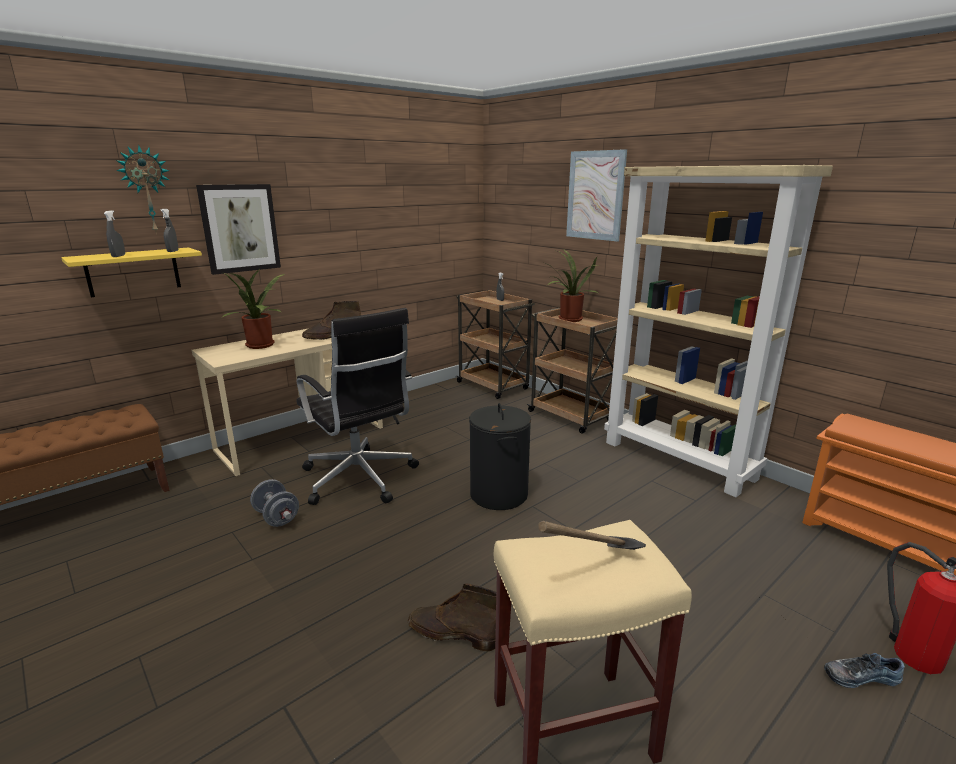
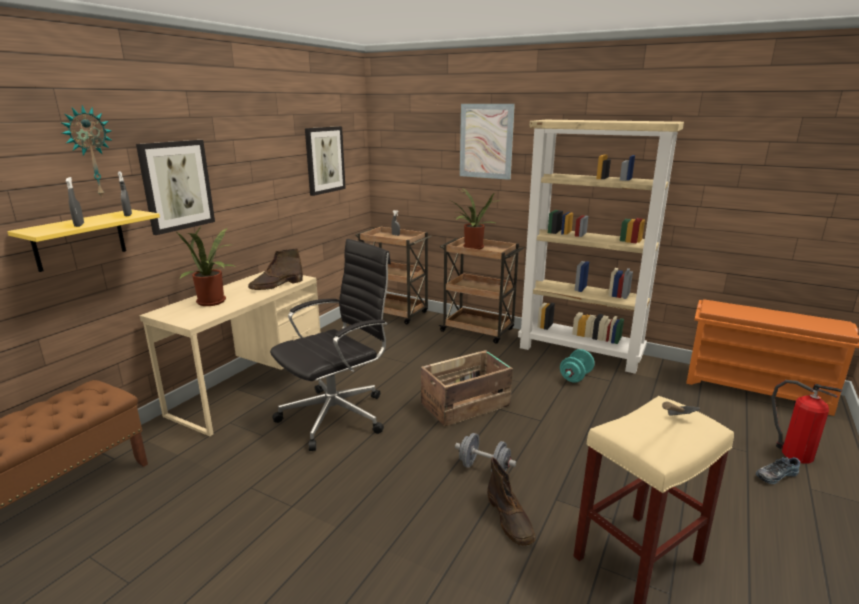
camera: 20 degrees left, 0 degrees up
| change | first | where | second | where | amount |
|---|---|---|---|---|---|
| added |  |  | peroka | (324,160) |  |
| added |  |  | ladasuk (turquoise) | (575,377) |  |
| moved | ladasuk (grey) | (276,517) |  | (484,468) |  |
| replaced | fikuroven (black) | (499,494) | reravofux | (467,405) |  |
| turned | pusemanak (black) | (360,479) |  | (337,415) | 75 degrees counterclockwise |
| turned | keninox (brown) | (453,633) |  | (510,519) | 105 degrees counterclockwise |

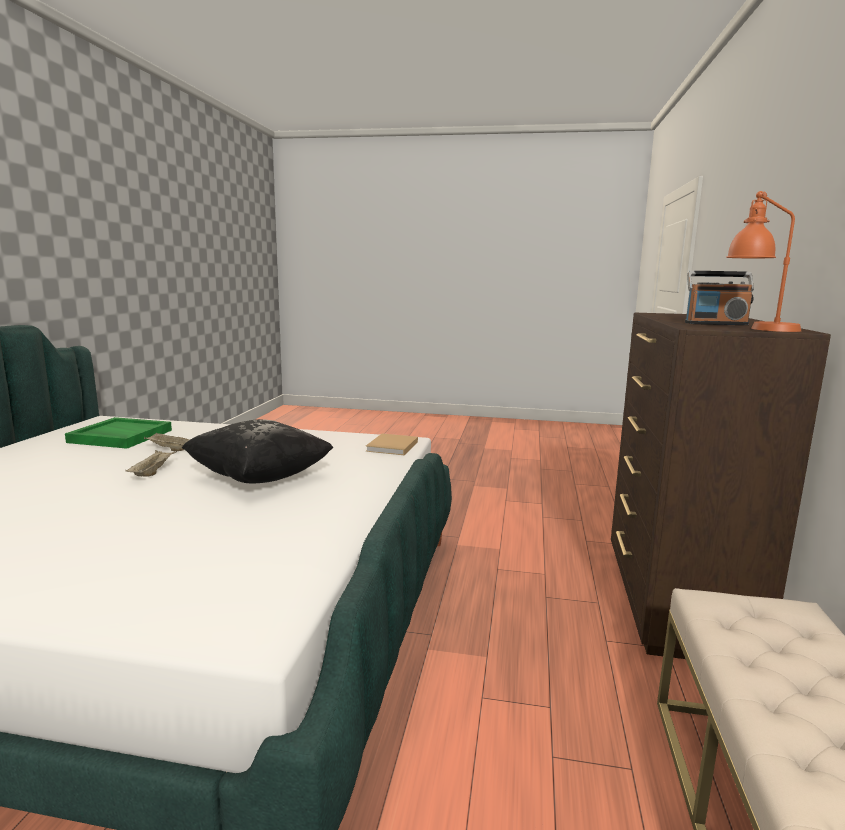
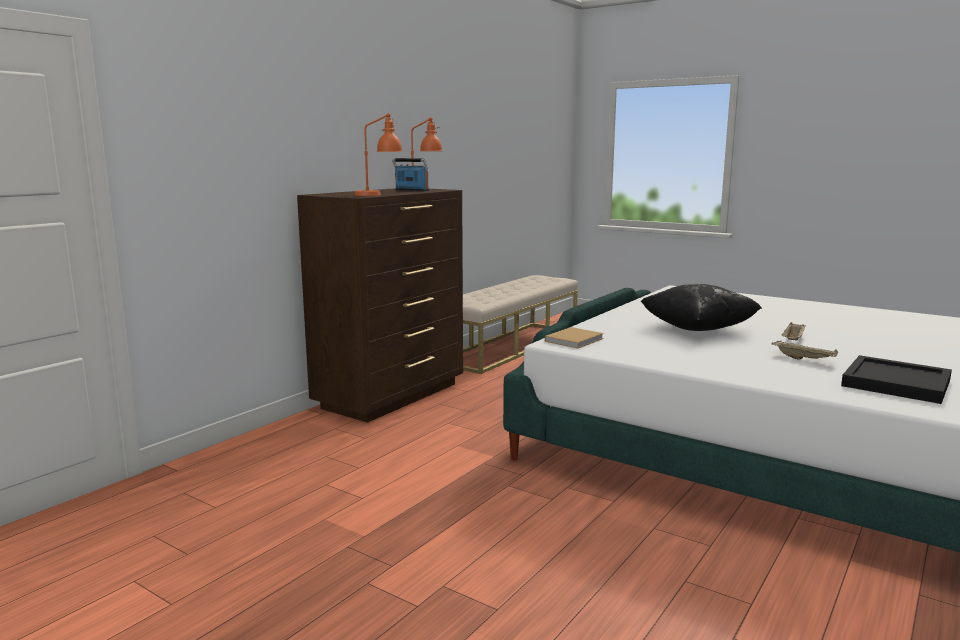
camera: 155 degrees left, 0 degrees up
| change | first | where | second | where | amount |
|---|---|---|---|---|---|
| added |  |  | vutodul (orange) | (379,194) |  |
| recoloured | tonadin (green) | (120,436) | tonadin (black) | (897,383) |  |

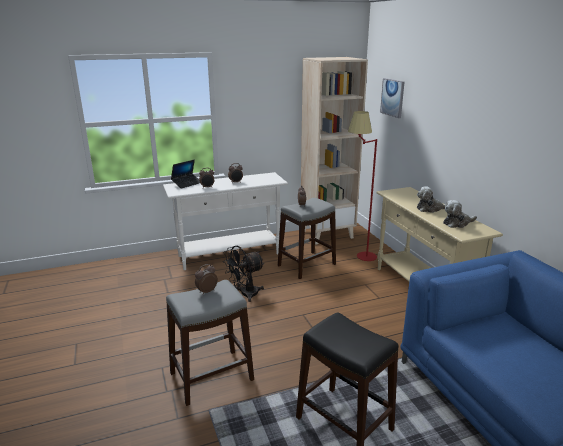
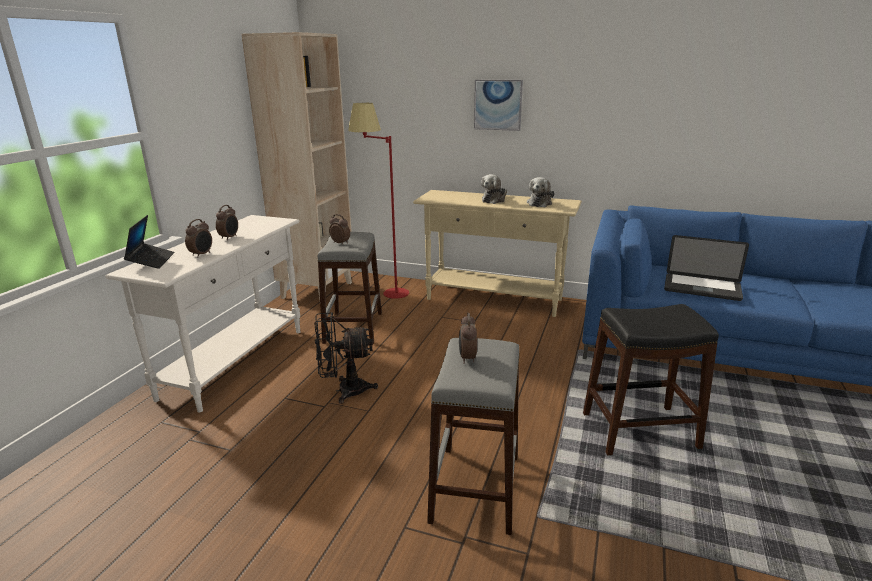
camera: 50 degrees left, 0 degrees up
| change | first | where | second | where | amount |
|---|---|---|---|---|---|
| added |  |  | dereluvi | (702,288) |  |
| moved | peroka | (392,97) |  | (498,105) |  |
| turned | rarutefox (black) | (245,294) |  | (344,390) | 75 degrees clockwise |

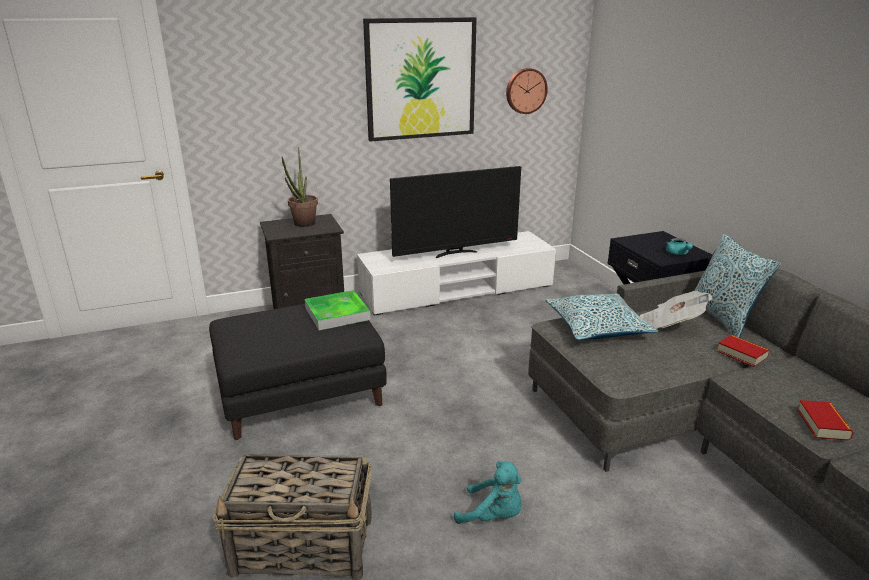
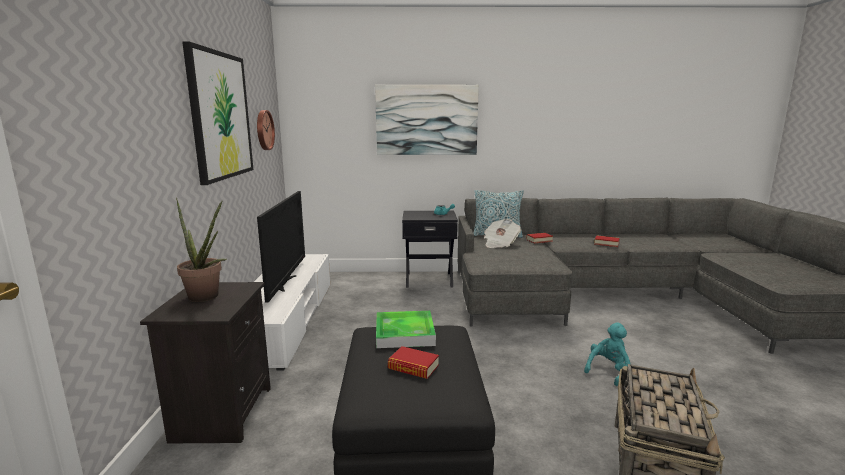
camera: 70 degrees left, 10 degrees down
| change | first | where | second | where | amount |
|---|---|---|---|---|---|
| removed | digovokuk | (597,327) |  |  |  |
| added |  |  | peroka | (426,120) |  |
| added |  |  | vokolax | (413,367) |  |

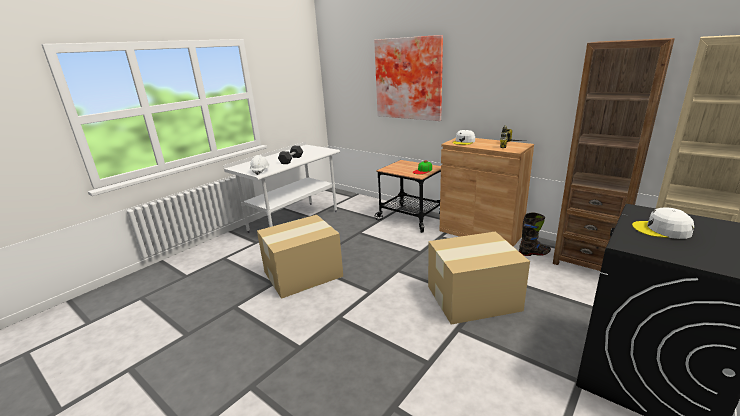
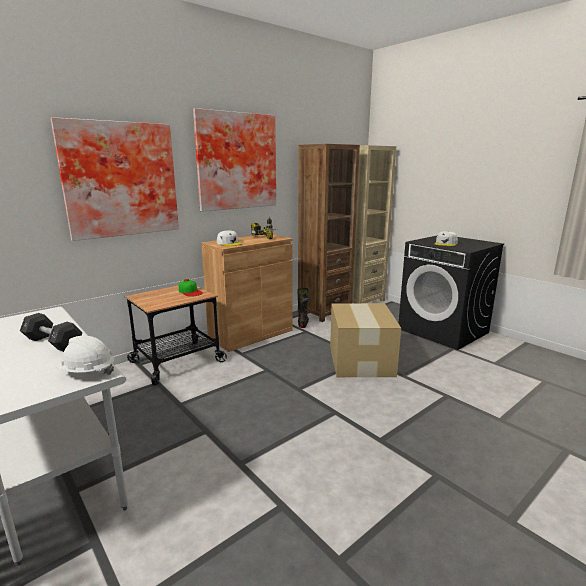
camera: 80 degrees left, 5 degrees down
| change | first | where | second | where | amount |
|---|---|---|---|---|---|
| removed | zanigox | (302,274) |  |  |  |
| added |  |  | peroka | (236,161) |  |

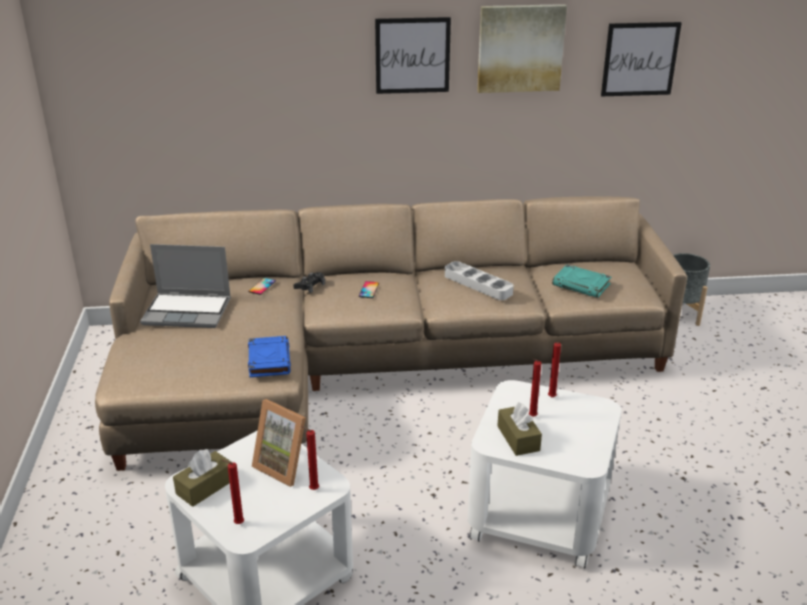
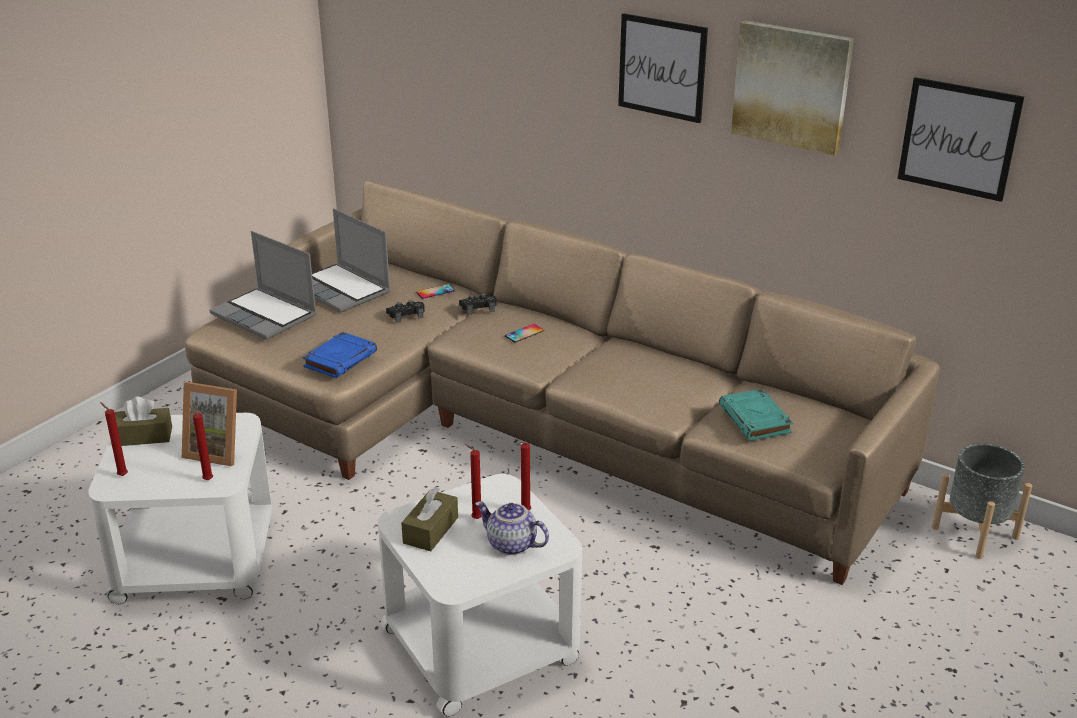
camera: 40 degrees right, 0 degrees up
| change | first | where | second | where | amount |
|---|---|---|---|---|---|
| removed | tonadin (grey) | (478,284) |  |  |  |
| added |  |  | dereluvi | (266,315) |  |
| added |  |  | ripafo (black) | (406,315) |  |
| added |  |  | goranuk | (510,545) |  |
| turned | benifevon | (285,466) |  | (217,450) | 60 degrees counterclockwise |

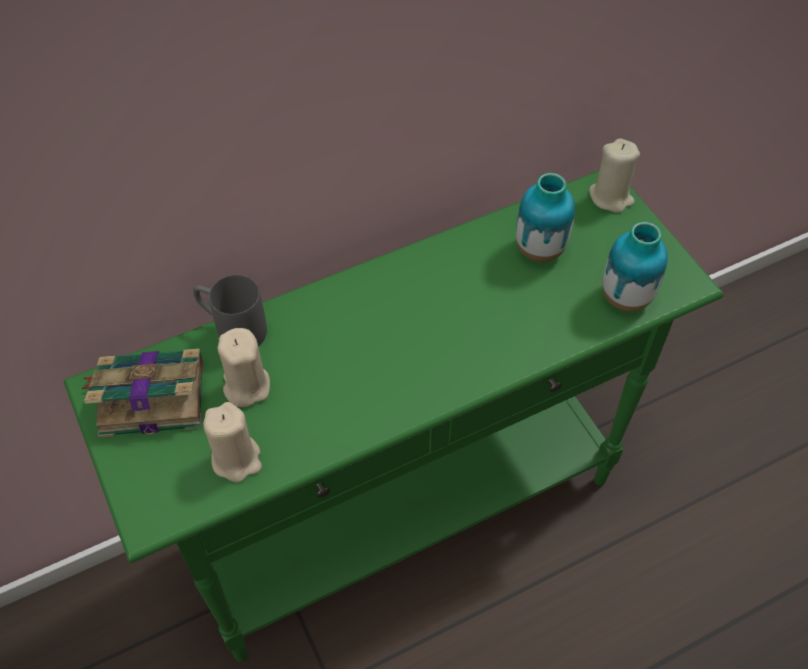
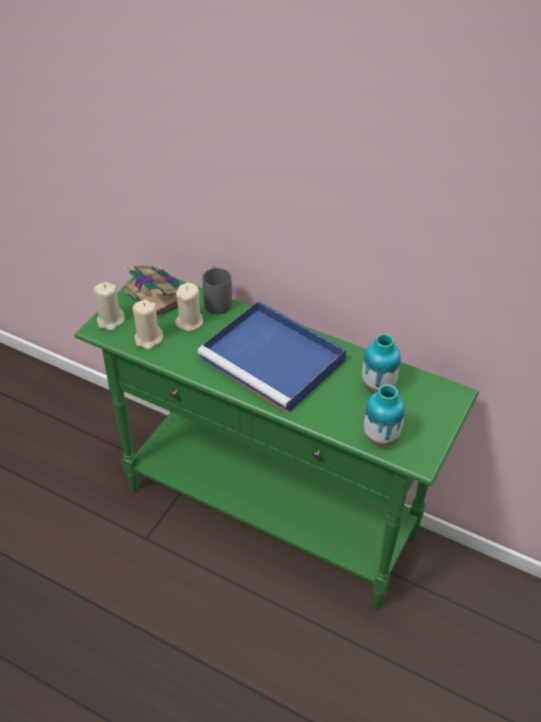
camera: 55 degrees right, 10 degrees down
| change | first | where | second | where | amount |
|---|---|---|---|---|---|
| added |  |  | tonadin (blue) | (275,360) |  |
| moved | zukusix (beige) | (611,197) |  | (110,321) |  |

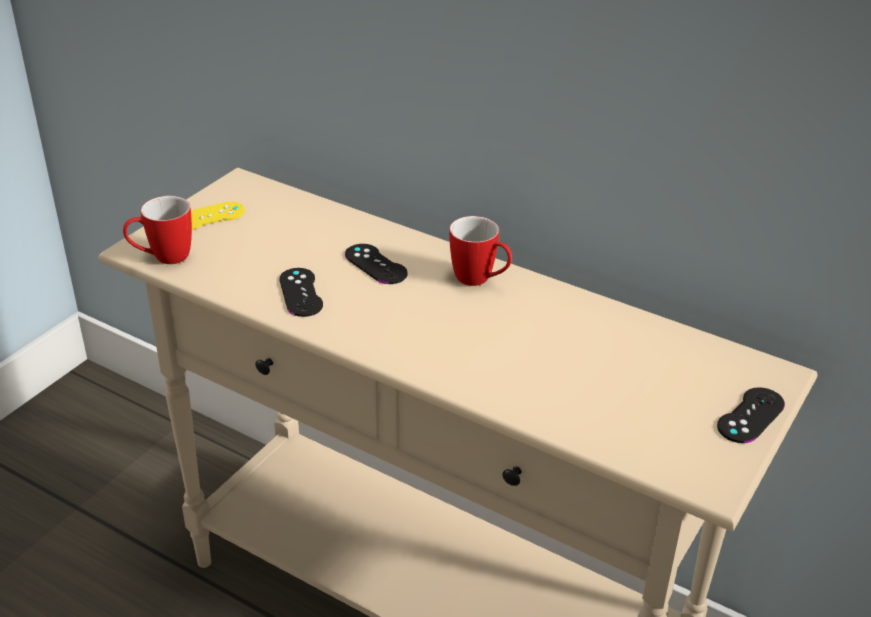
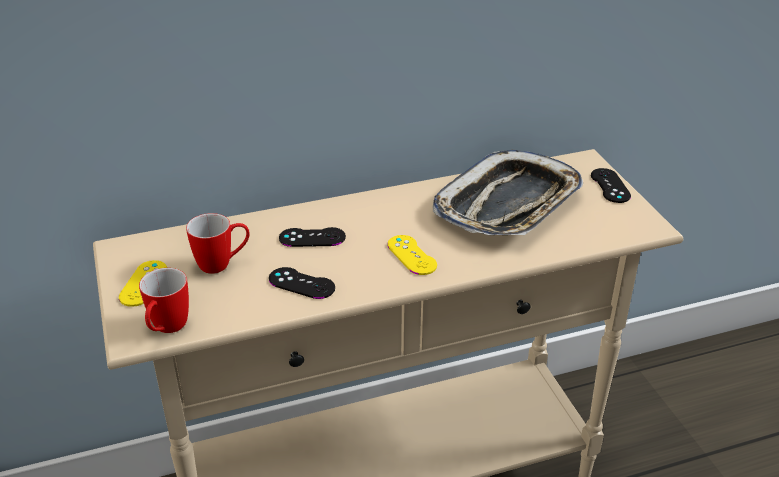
camera: 50 degrees left, 0 degrees up
| change | first | where | second | where | amount |
|---|---|---|---|---|---|
| added |  |  | ripafo (yellow) | (411,255) |  |
| added |  |  | tonadin | (508,204) |  |
| moved | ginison | (480,280) |  | (222,264) |  |

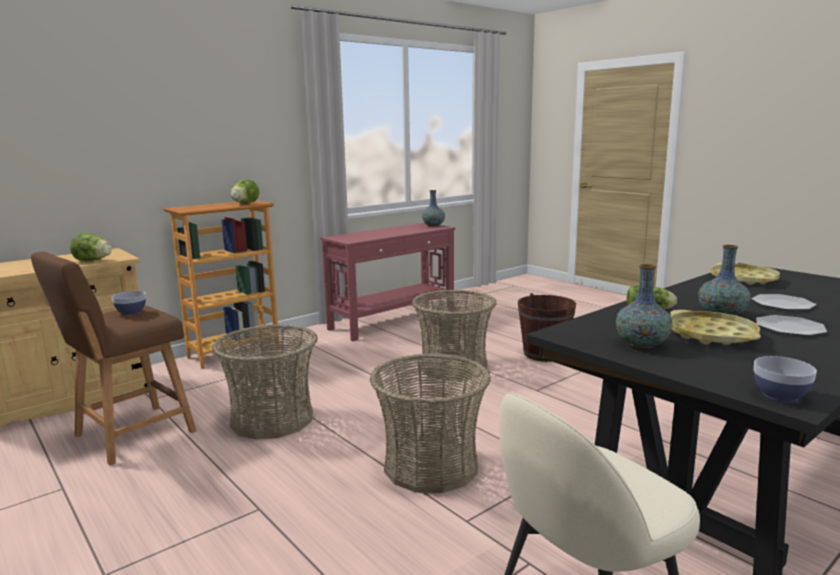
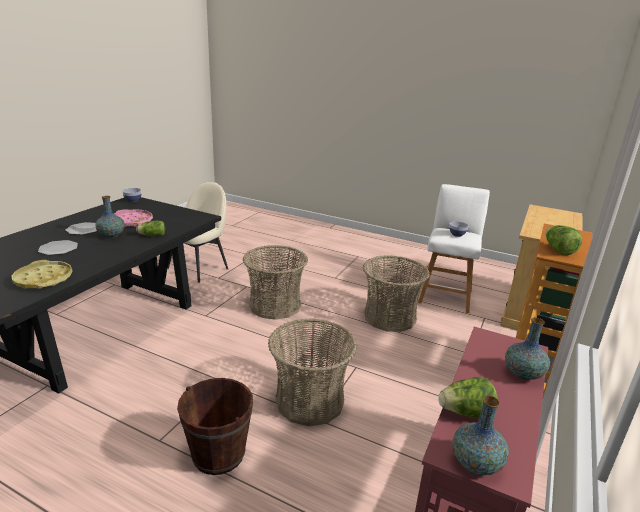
camera: 155 degrees right, 10 degrees up
| change | first | where | second | where | amount |
|---|---|---|---|---|---|
| moved | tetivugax | (93,261) |  | (465,413) |  |
| moved | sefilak | (641,344) |  | (523,374) |  |
| recoloured | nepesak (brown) | (129,436) | nepesak (white) | (445,295) |  |
| recoloured | tonadin (yellow) | (711,335) | tonadin (pink) | (132,222) |  |

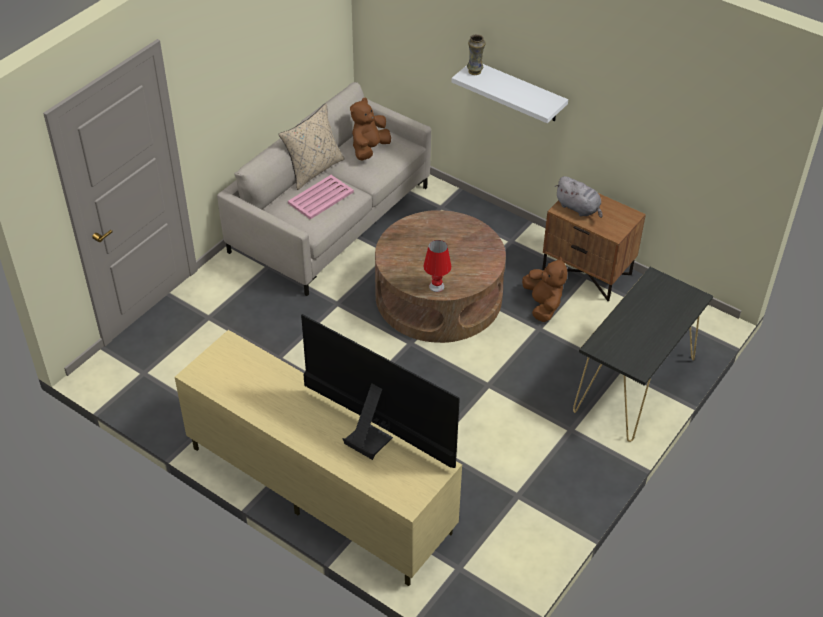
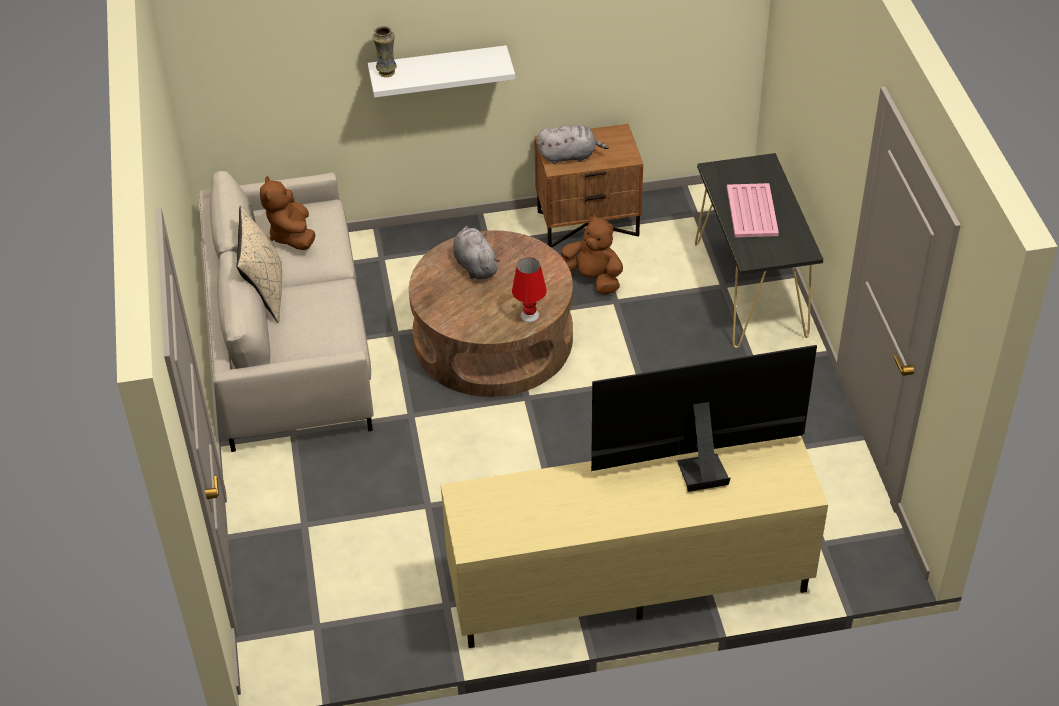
camera: 45 degrees left, 0 degrees up
| change | first | where | second | where | amount |
|---|---|---|---|---|---|
| added |  |  | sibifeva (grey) | (475,265) |  |
| moved | tonadin (pink) | (321,197) |  | (752,211) |  |

